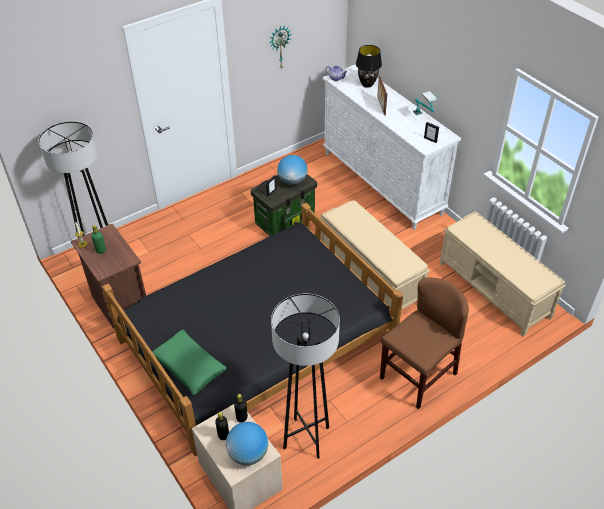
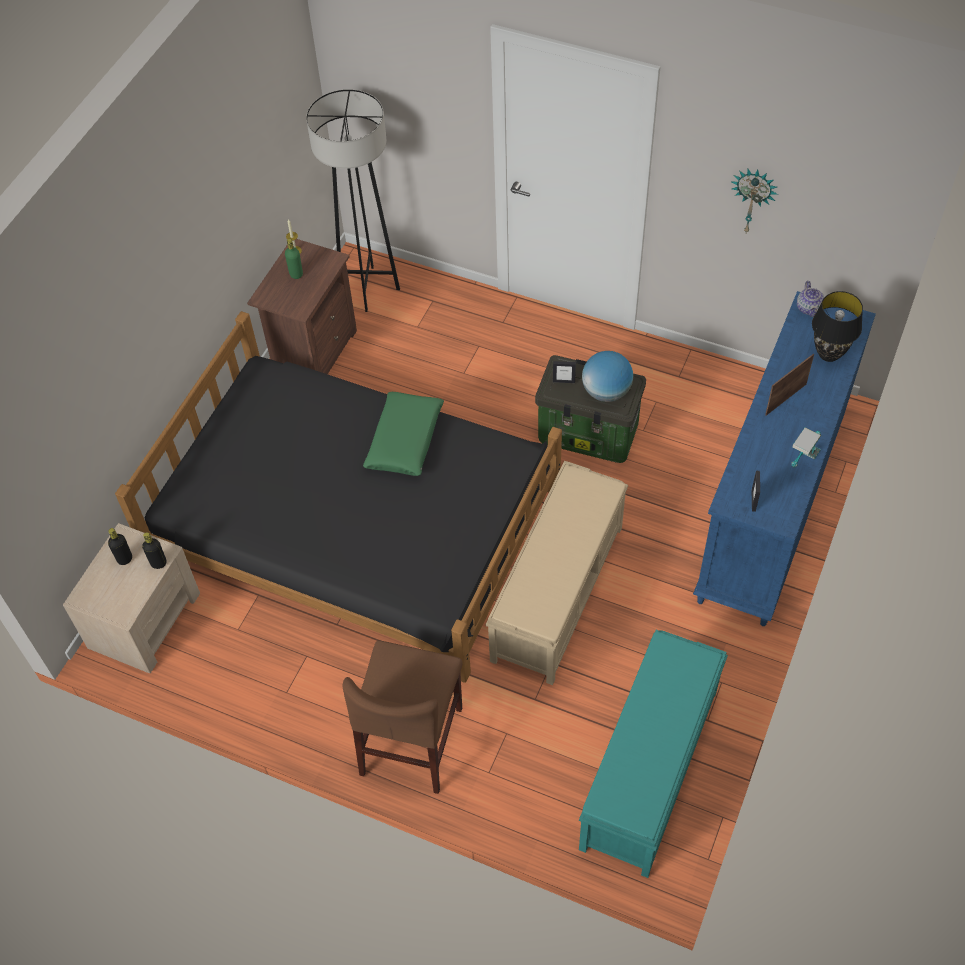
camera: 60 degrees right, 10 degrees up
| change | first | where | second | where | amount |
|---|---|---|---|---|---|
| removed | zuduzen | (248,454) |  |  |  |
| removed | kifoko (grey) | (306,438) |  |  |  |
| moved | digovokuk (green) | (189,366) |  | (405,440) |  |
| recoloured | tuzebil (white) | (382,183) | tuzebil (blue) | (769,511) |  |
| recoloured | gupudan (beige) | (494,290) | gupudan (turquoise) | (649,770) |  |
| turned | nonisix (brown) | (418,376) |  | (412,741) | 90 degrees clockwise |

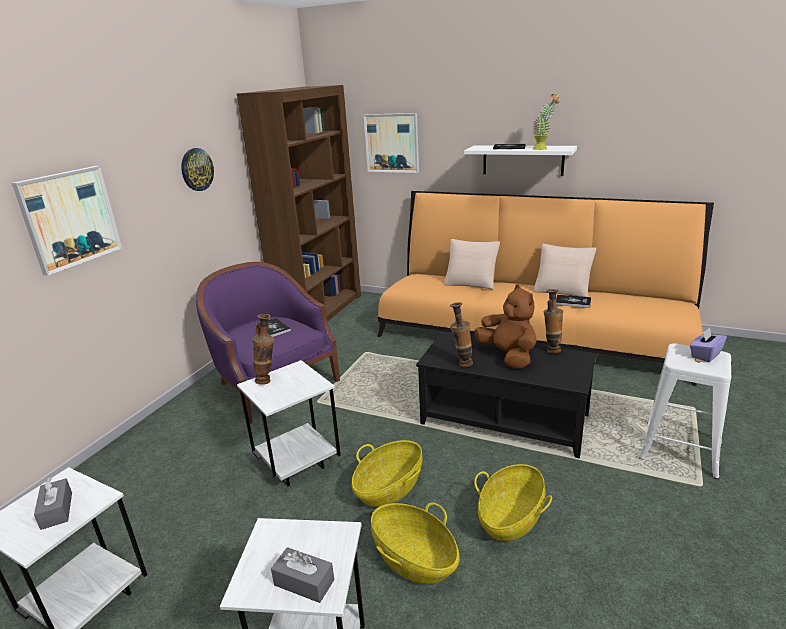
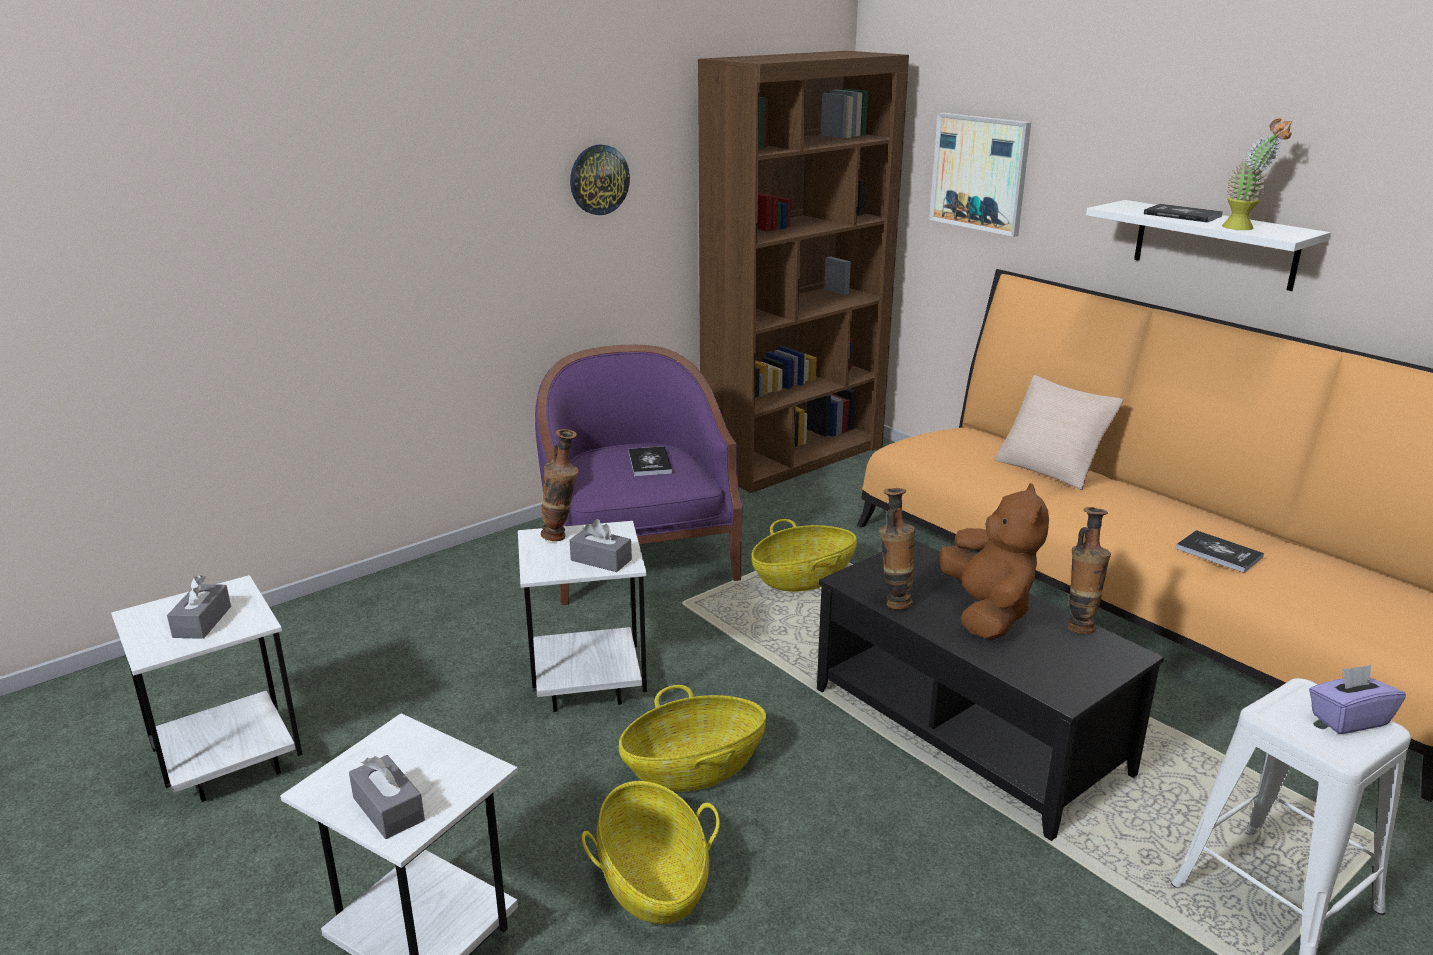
camera: 25 degrees right, 0 degrees up
| change | first | where | second | where | amount |
|---|---|---|---|---|---|
| removed | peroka | (70,218) |  |  |  |
| removed | digovokuk (beige) | (562,290) |  |  |  |
| added |  |  | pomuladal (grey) | (601,560) |  |
| moved | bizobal | (510,517) |  | (803,578) |  |

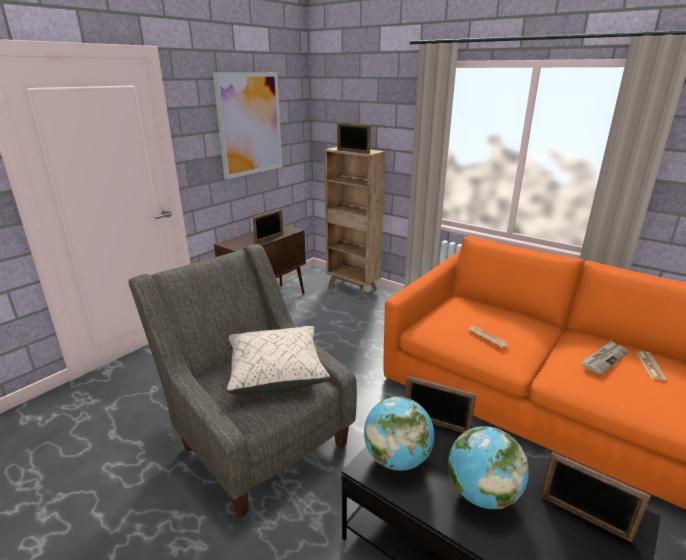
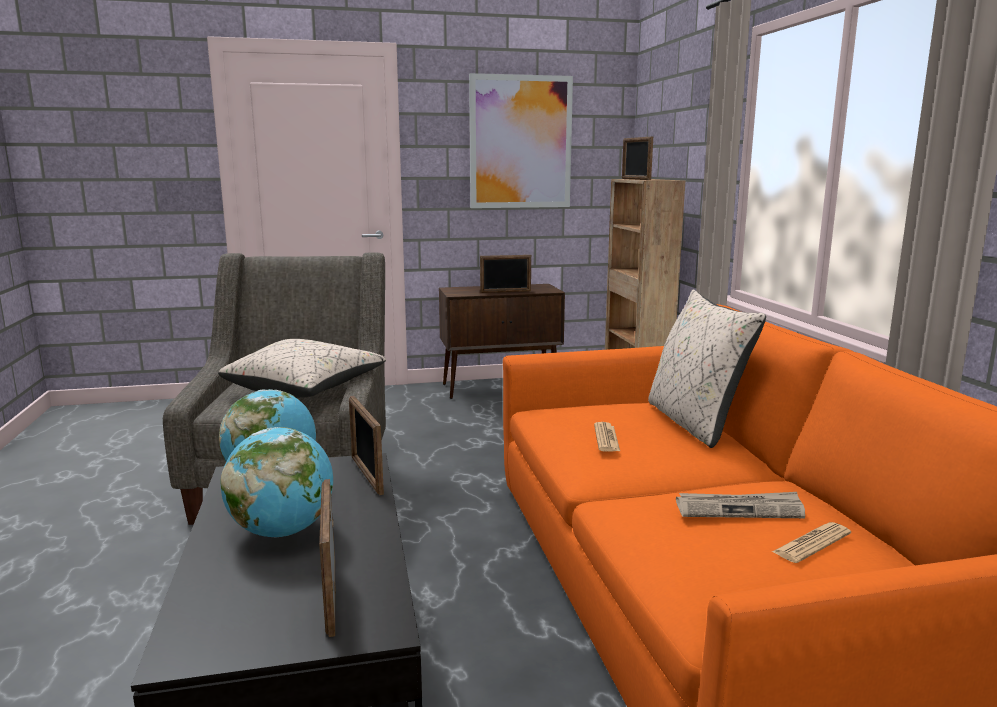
camera: 40 degrees right, 10 degrees down
| change | first | where | second | where | amount |
|---|---|---|---|---|---|
| added |  |  | digovokuk (beige) | (694,423) |  |

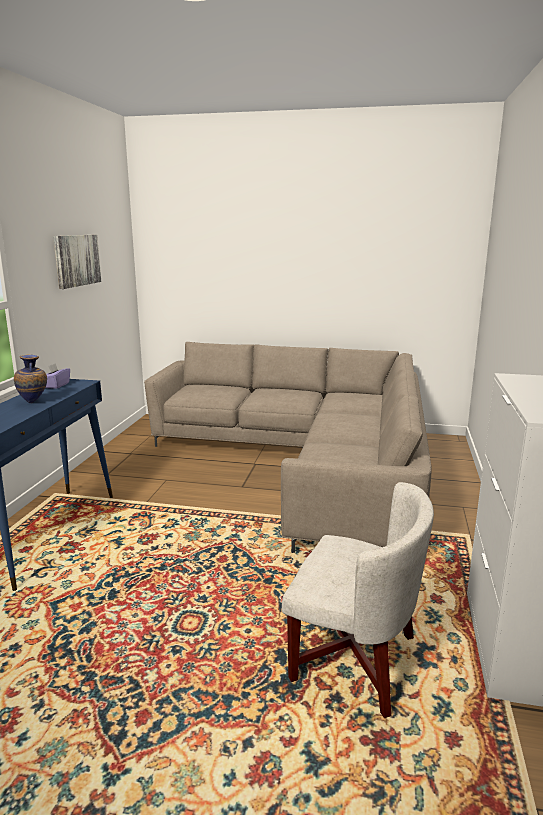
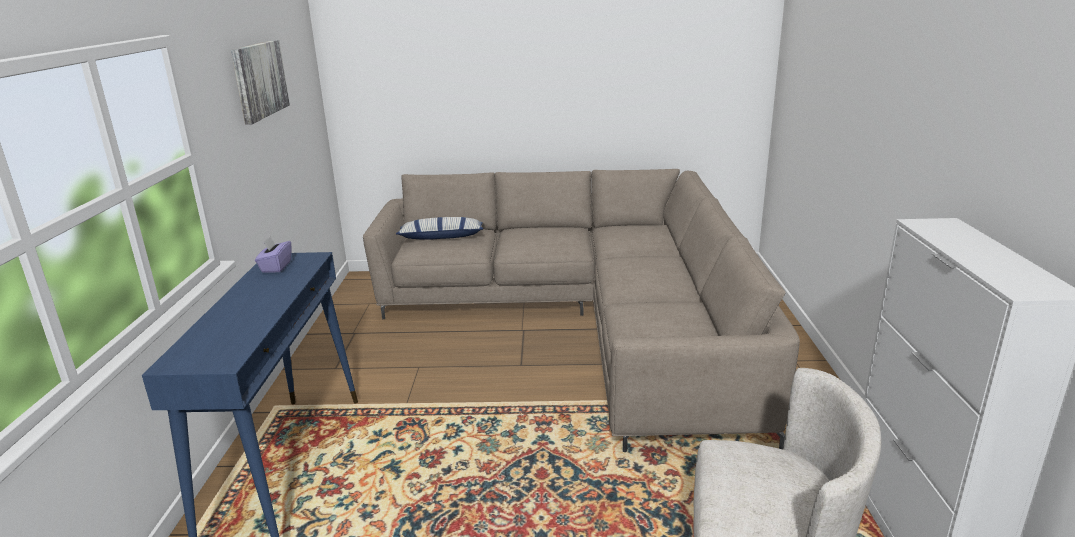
camera: 10 degrees left, 5 degrees up
| change | first | where | second | where | amount |
|---|---|---|---|---|---|
| removed | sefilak | (34,402) |  |  |  |
| added |  |  | digovokuk | (441,237) |  |

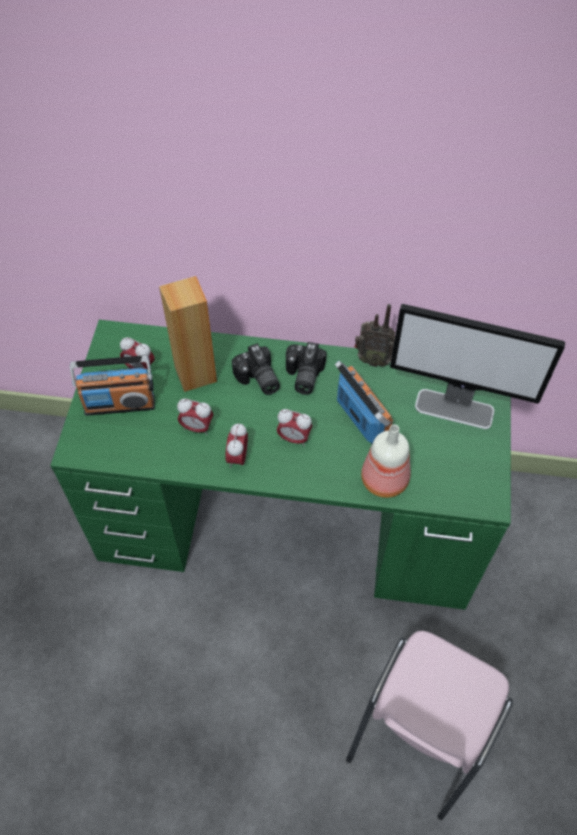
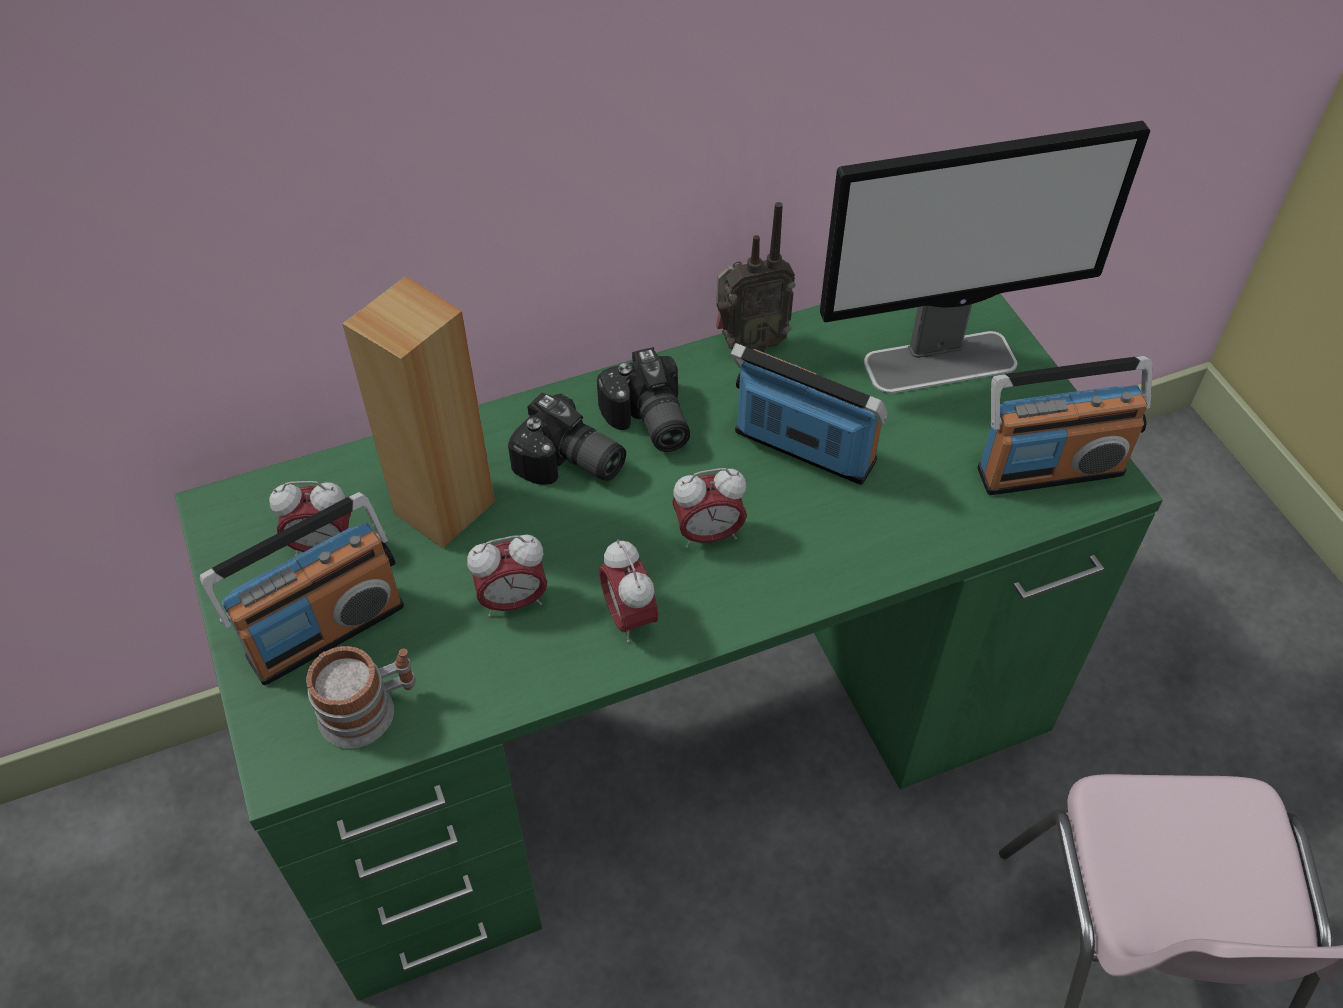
camera: 30 degrees left, 5 degrees down
| change | first | where | second | where | amount |
|---|---|---|---|---|---|
| removed | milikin | (385,478) |  |  |  |
| added |  |  | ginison | (369,709) |  |
| added |  |  | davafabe | (1049,469) |  |

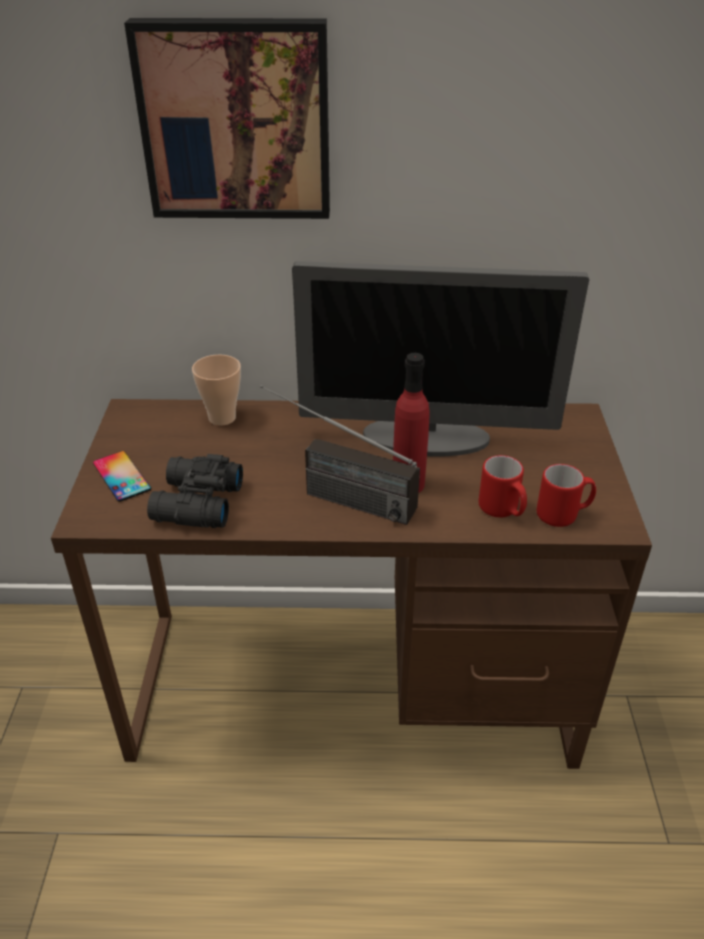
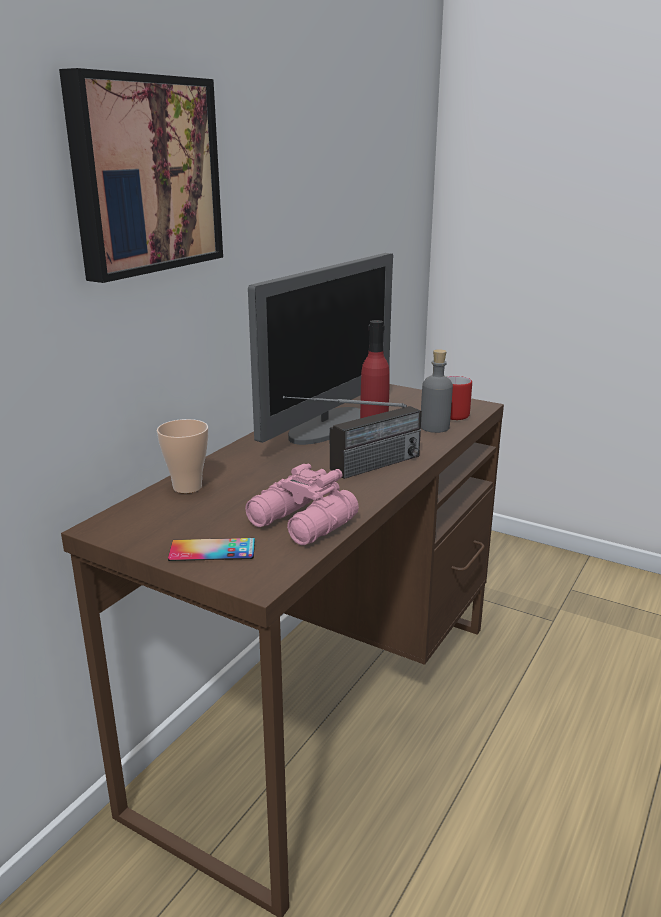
camera: 60 degrees left, 15 degrees down
| change | first | where | second | where | amount |
|---|---|---|---|---|---|
| replaced | ginison (red) | (502,511) | milikin (grey) | (434,427) |  |
| recoloured | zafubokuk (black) | (195,504) | zafubokuk (pink) | (302,524) |  |

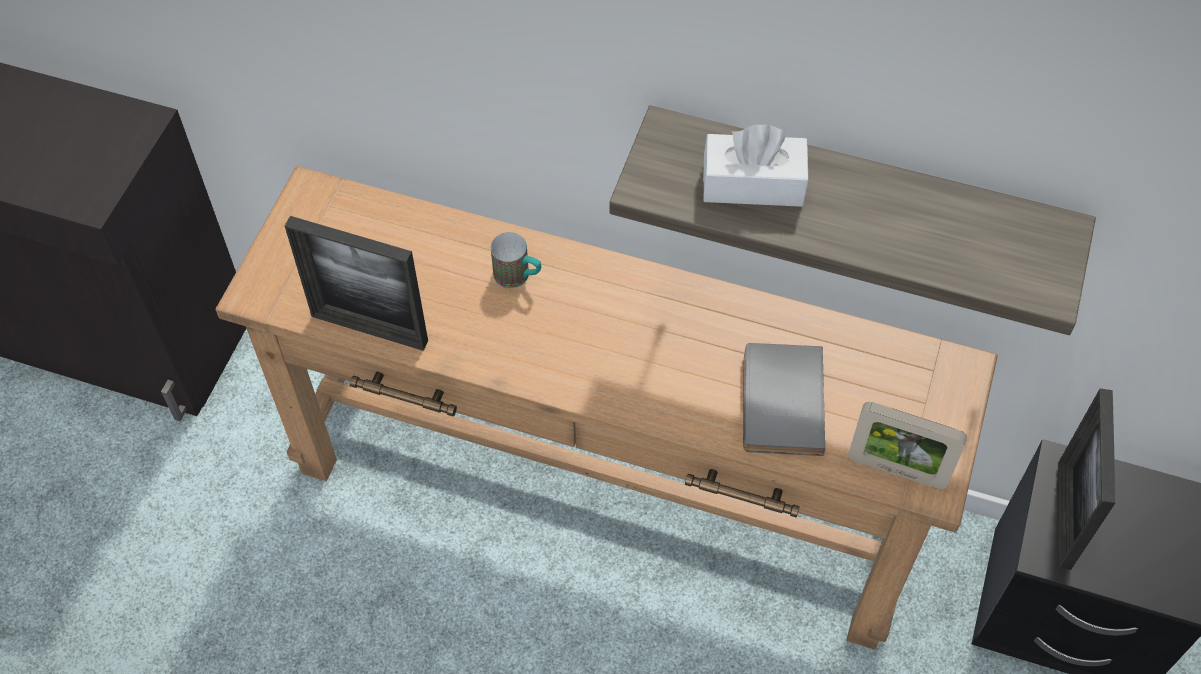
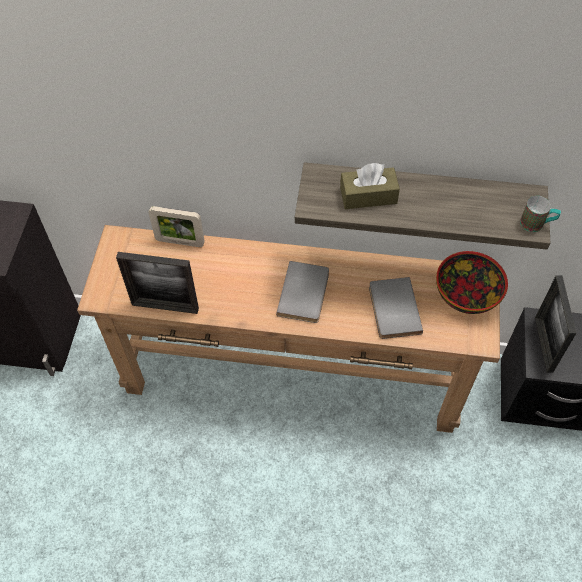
camera: 10 degrees left, 0 degrees up
| change | first | where | second | where | amount |
|---|---|---|---|---|---|
| added |  |  | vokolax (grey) | (305,294) |  |
| added |  |  | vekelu | (468,293) |  |
| moved | ginison | (518,277) |  | (537,224) |  |
| moved | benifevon | (897,470) |  | (180,242) |  |
| recoloured | pomuladal (white) | (753,184) | pomuladal (brown) | (368,195) |  |

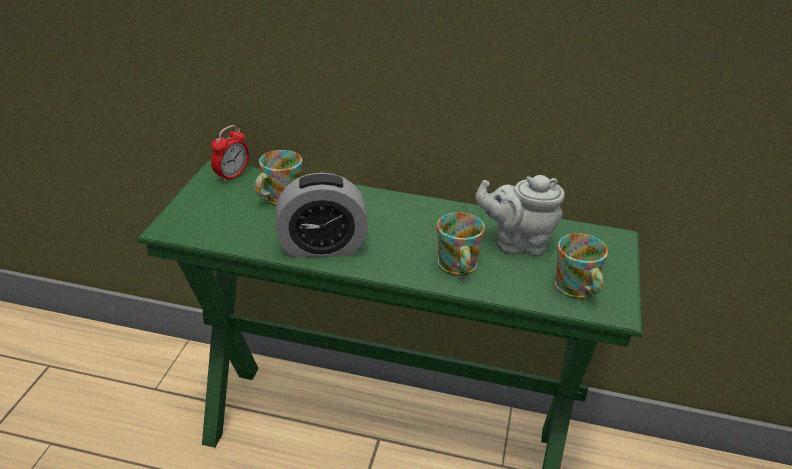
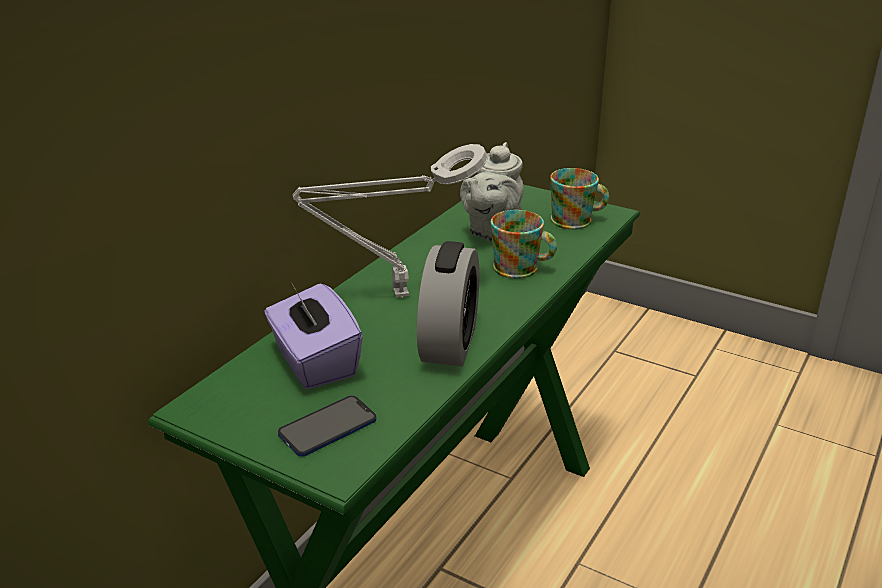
camera: 70 degrees left, 5 degrees down
| change | first | where | second | where | amount |
|---|---|---|---|---|---|
| removed | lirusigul | (231,176) |  |  |  |
| added |  |  | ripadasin | (328,428) |  |
| added |  |  | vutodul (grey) | (394,295) |  |
| replaced | ginison | (277,198) | pomuladal (purple) | (314,362) |  |

